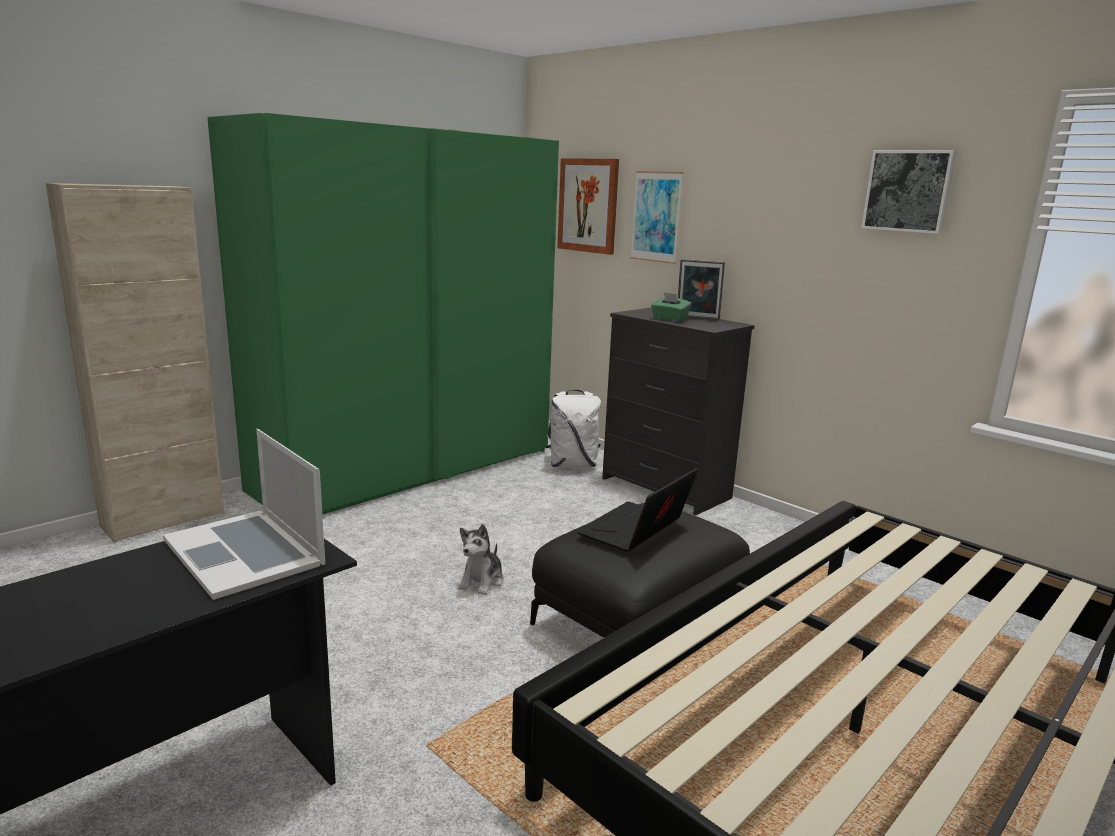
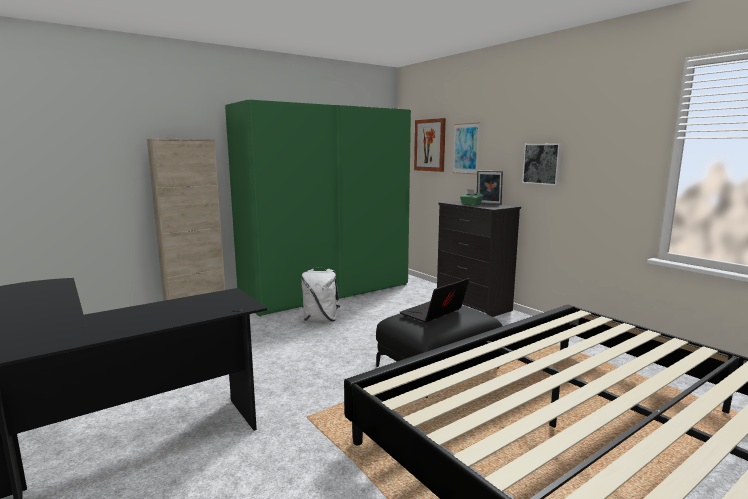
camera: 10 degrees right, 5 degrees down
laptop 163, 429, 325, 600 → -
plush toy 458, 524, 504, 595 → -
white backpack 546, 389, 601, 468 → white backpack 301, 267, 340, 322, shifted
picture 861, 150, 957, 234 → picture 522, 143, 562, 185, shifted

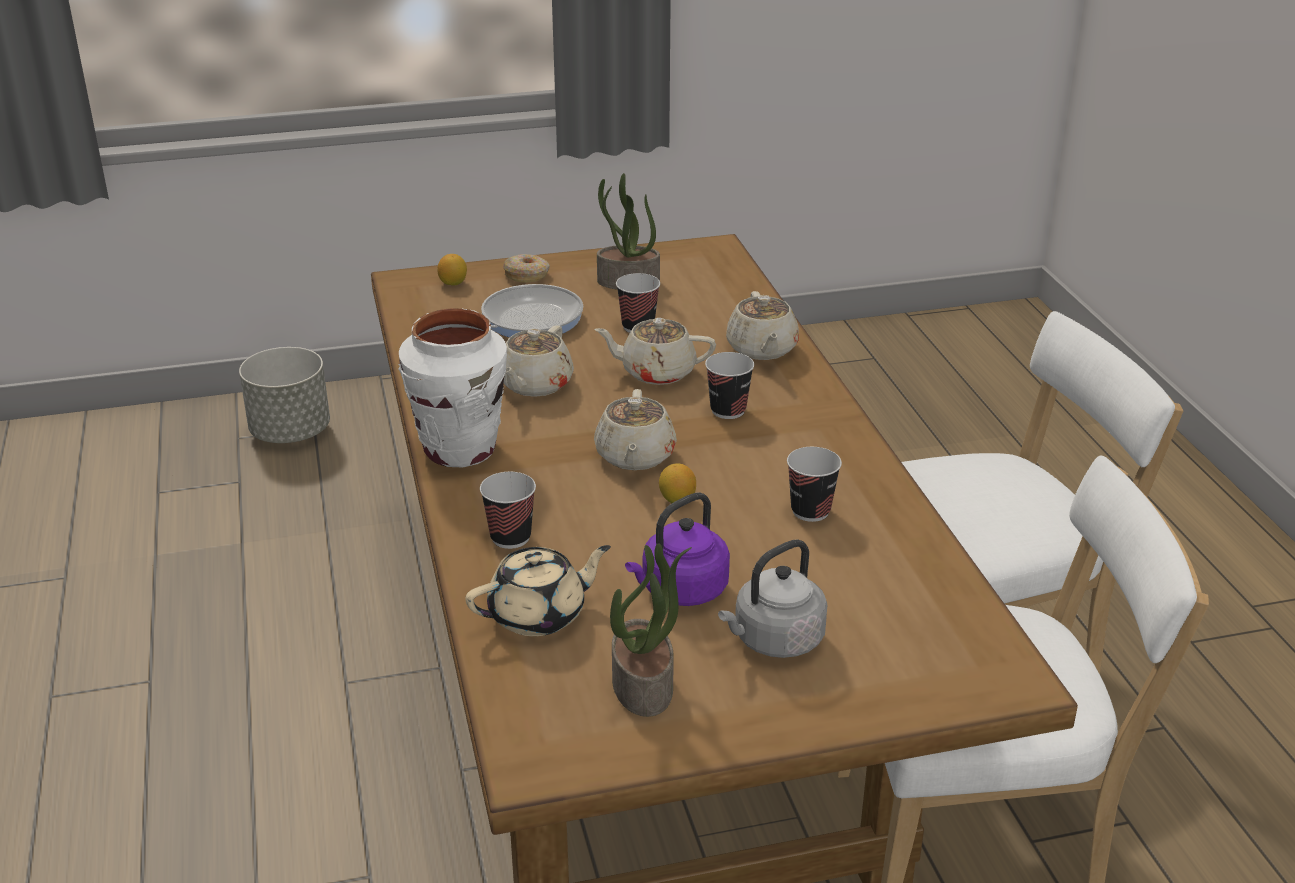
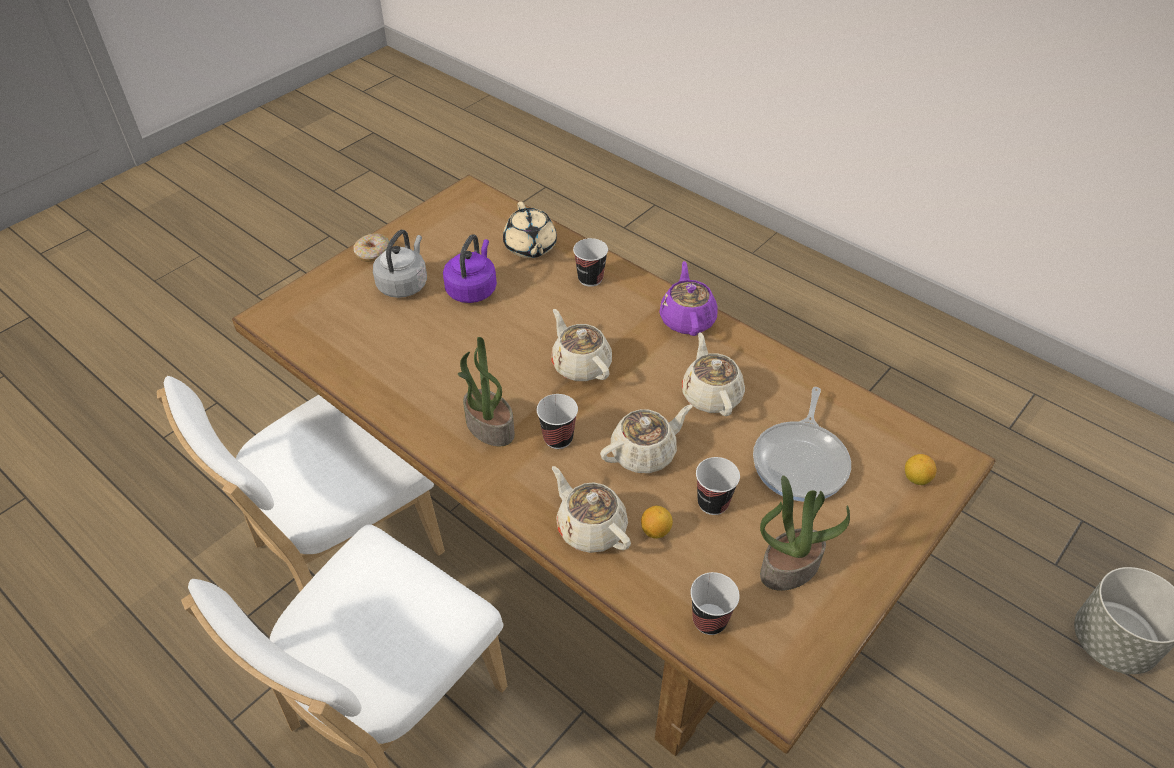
camera: 145 degrees right, 15 degrees up
white vase 398, 308, 507, 467 → purple teapot 659, 261, 718, 336
beige teapot 465, 545, 611, 636 → beige teapot 503, 202, 557, 258, 45 degrees counterclockwise
donut 503, 254, 550, 283 → donut 353, 233, 389, 262, shifted
potted plant 610, 544, 692, 717 → potted plant 458, 337, 515, 446, shifted
lemon 659, 464, 696, 503 → lemon 641, 506, 673, 539, shifted
cup 787, 447, 842, 522 → cup 690, 572, 740, 635, shifted

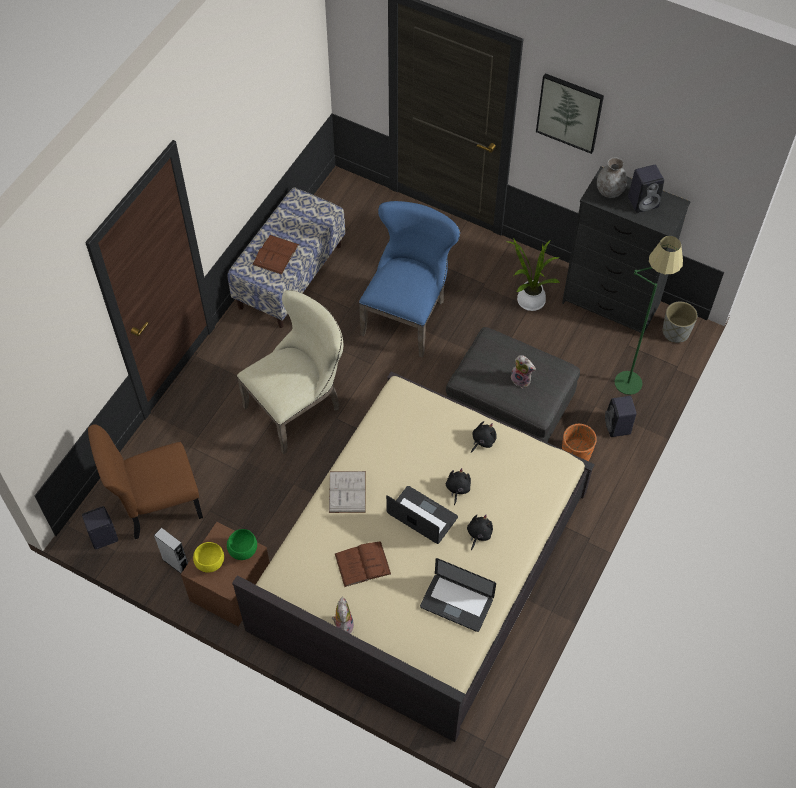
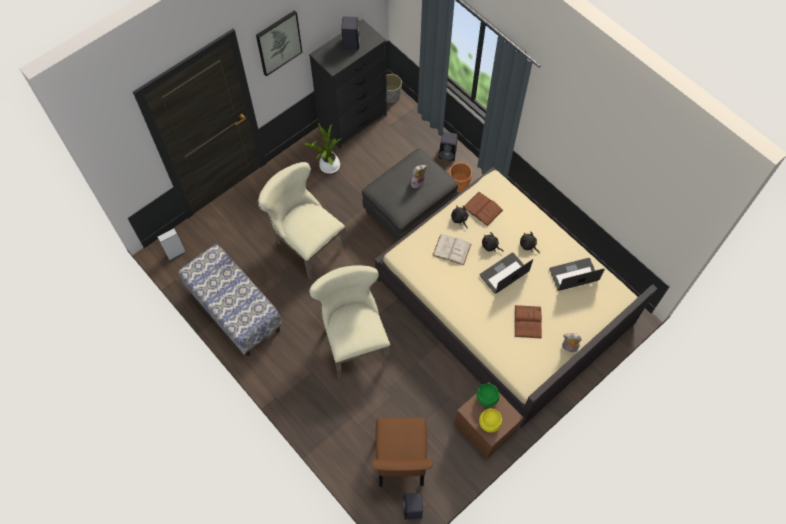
camera: 70 degrees left, 5 degrees up
grey speaker 154, 528, 188, 574 → grey speaker 157, 228, 186, 261, shifted
brown book 252, 235, 299, 275 → brown book 464, 192, 503, 226, shifted
white book 329, 471, 366, 513 → white book 432, 234, 471, 265, shifted
blue chair 359, 201, 460, 358 → beige chair 258, 162, 347, 280
laptop 420, 558, 496, 632 → laptop 549, 258, 605, 291, 150 degrees counterclockwise
grey vase 597, 157, 627, 198 → -
green floor lamp 614, 236, 683, 395 → -

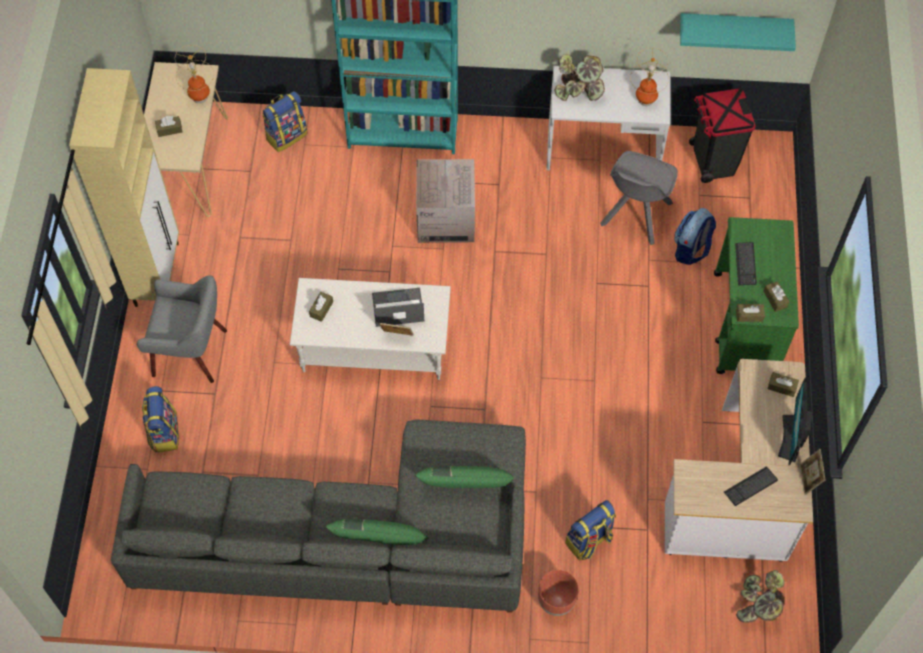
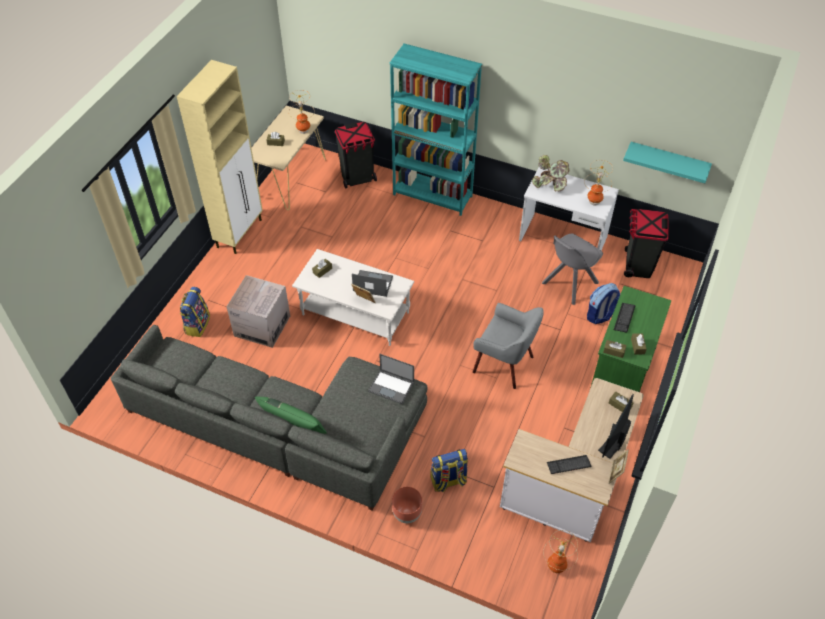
camera: 20 degrees right, 10 degrees down
grey armchair 137, 275, 227, 383 → grey armchair 473, 303, 544, 389, shifted
backpack 262, 91, 307, 152 → black trash can 335, 122, 377, 188
green pillow 415, 466, 514, 488 → -
cardboard box 416, 159, 475, 243 → cardboard box 227, 275, 290, 348, shifted
potted plant 736, 570, 785, 623 → table lamp 543, 530, 578, 574
- → laptop 368, 354, 414, 405

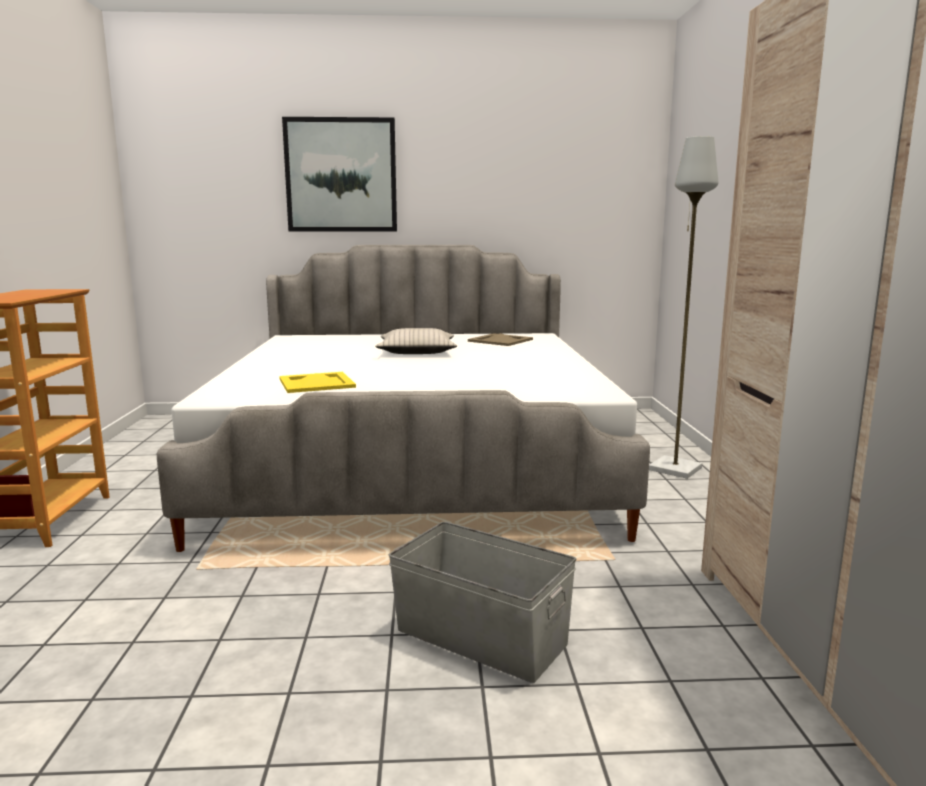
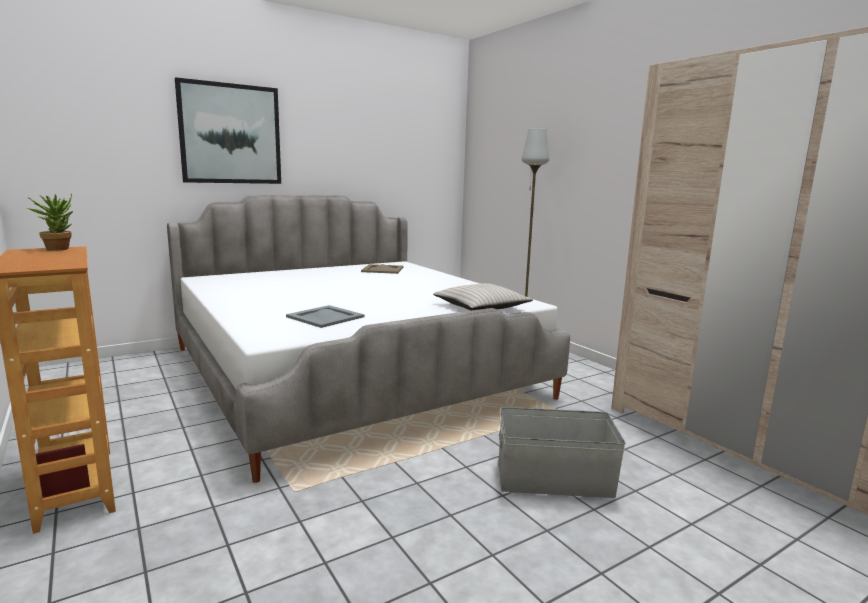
camera: 30 degrees left, 0 degrees up
yellow tray 279, 372, 356, 393 → grey tray 286, 305, 364, 328
beige pillow 375, 328, 457, 354 → beige pillow 433, 283, 533, 311, shifted
- → potted plant 26, 194, 73, 251

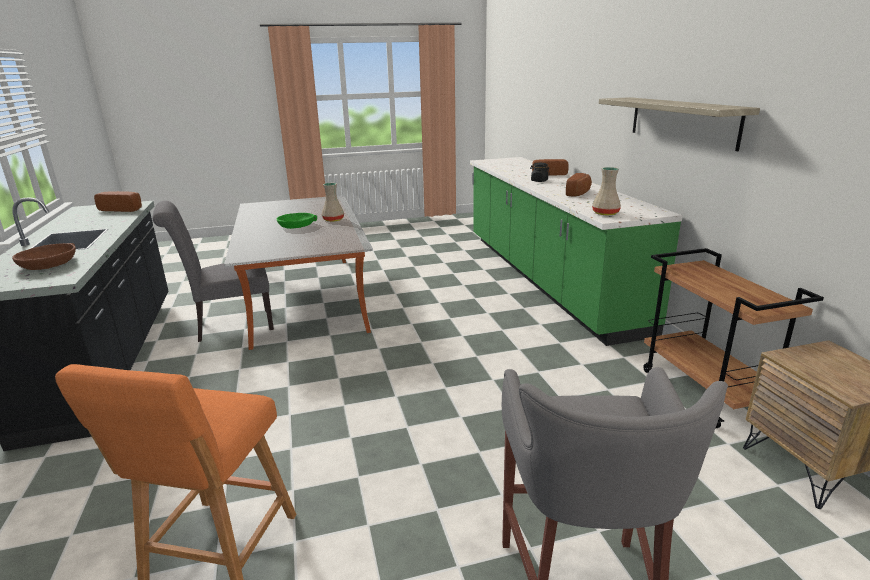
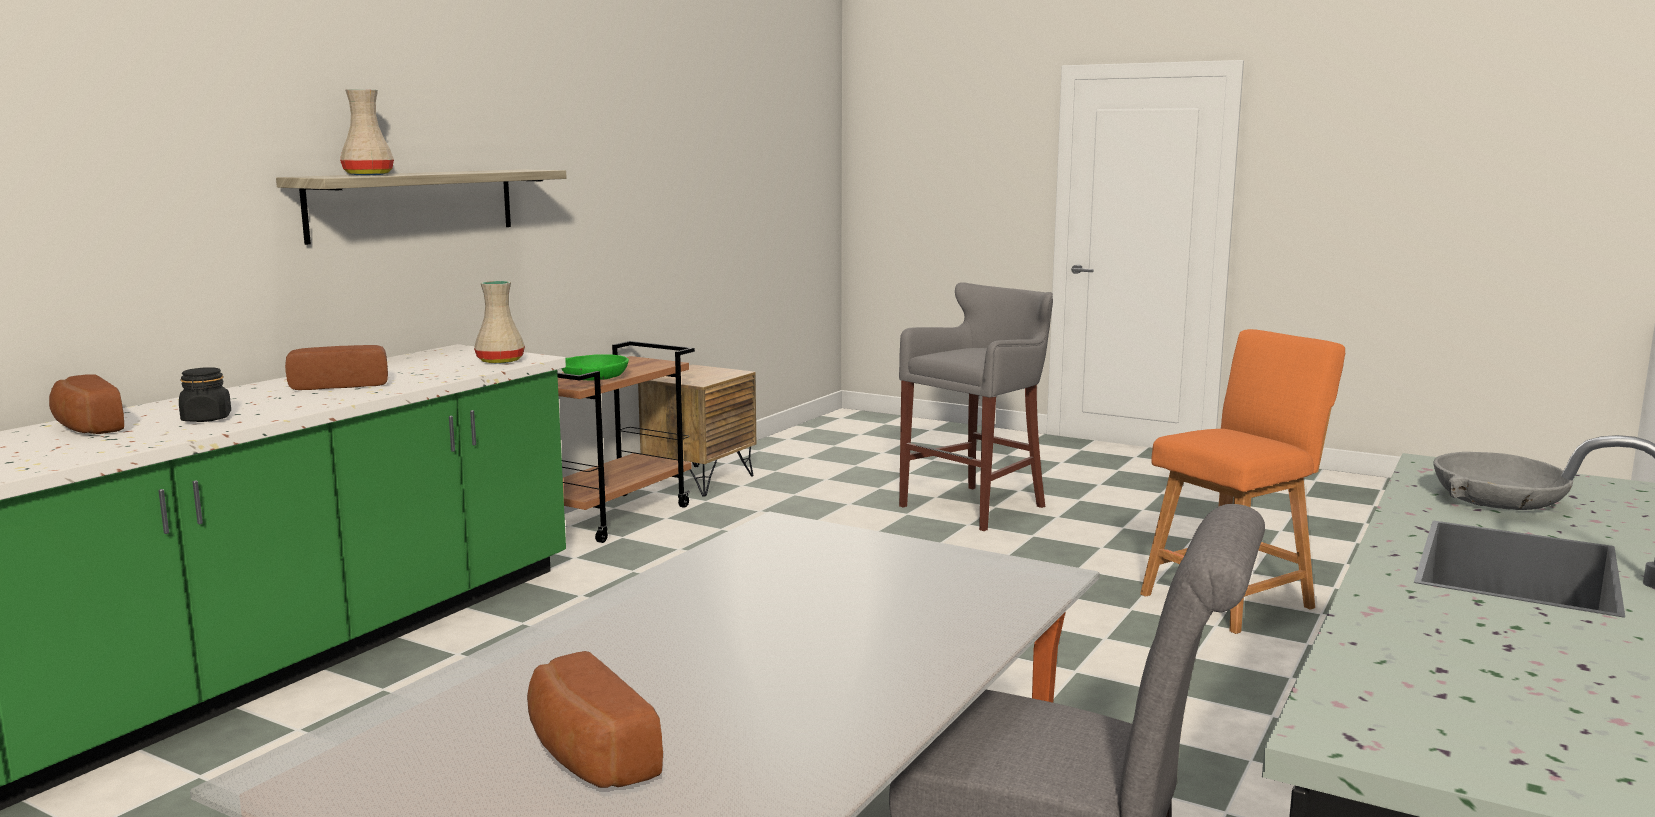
camera: 135 degrees left, 10 degrees down
brown bowl 12, 243, 76, 270 → grey bowl 1433, 452, 1573, 510
bread 94, 191, 142, 212 → bread 527, 651, 663, 788, shifted
green bowl 277, 213, 317, 229 → green bowl 561, 354, 629, 381, shifted
beige vase 322, 183, 344, 222 → beige vase 340, 89, 394, 175, shifted

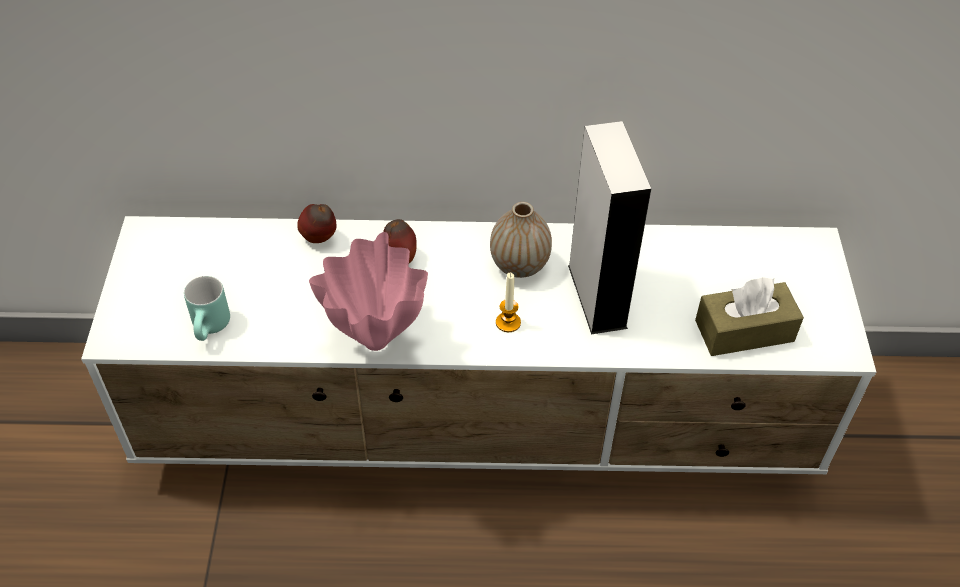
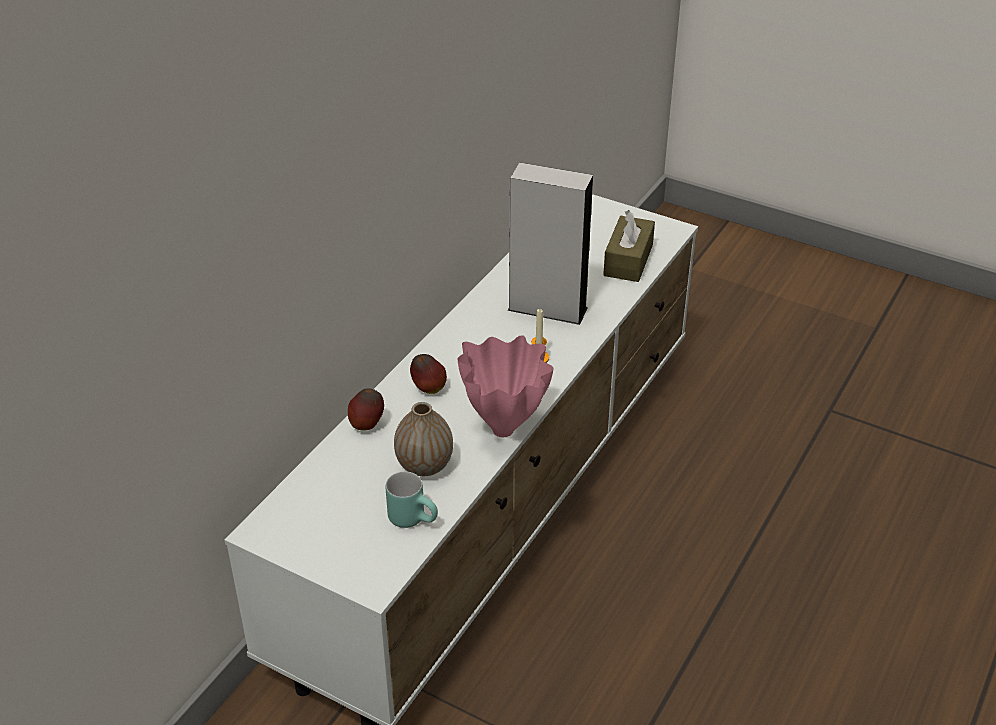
camera: 60 degrees left, 10 degrees down
vase 490, 202, 552, 278 → vase 394, 402, 453, 476, shifted

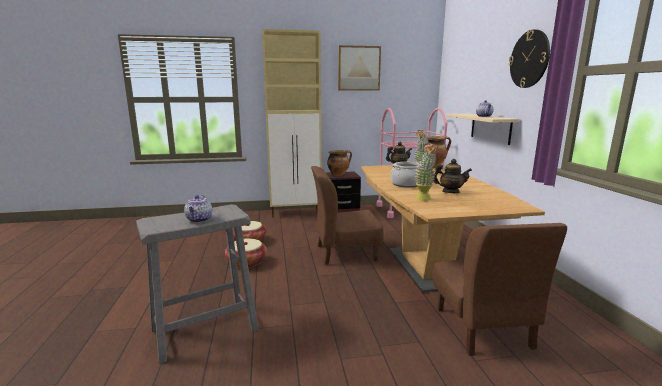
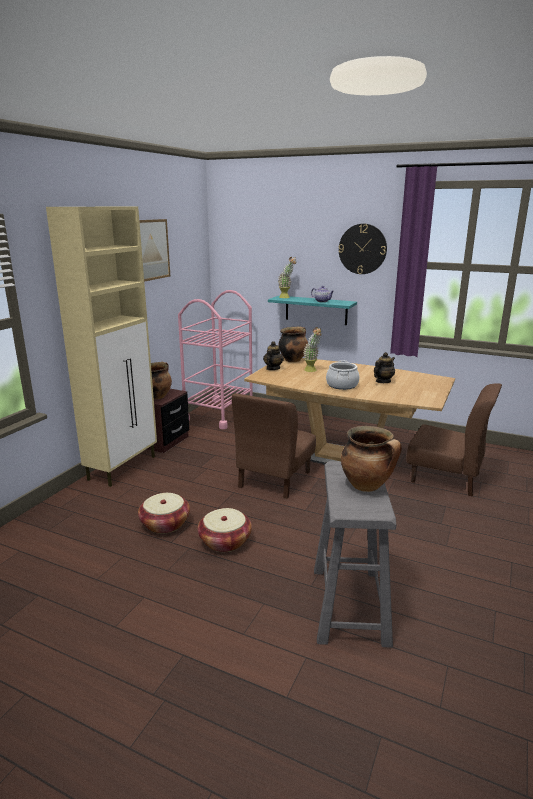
camera: 55 degrees left, 5 degrees up
teapot 184, 195, 212, 223 → cooking pot 341, 426, 402, 492
potted plant 414, 143, 437, 201 → potted plant 278, 257, 296, 298, shifted
beige shelf 447, 114, 520, 145 → turquoise shelf 268, 296, 357, 325

